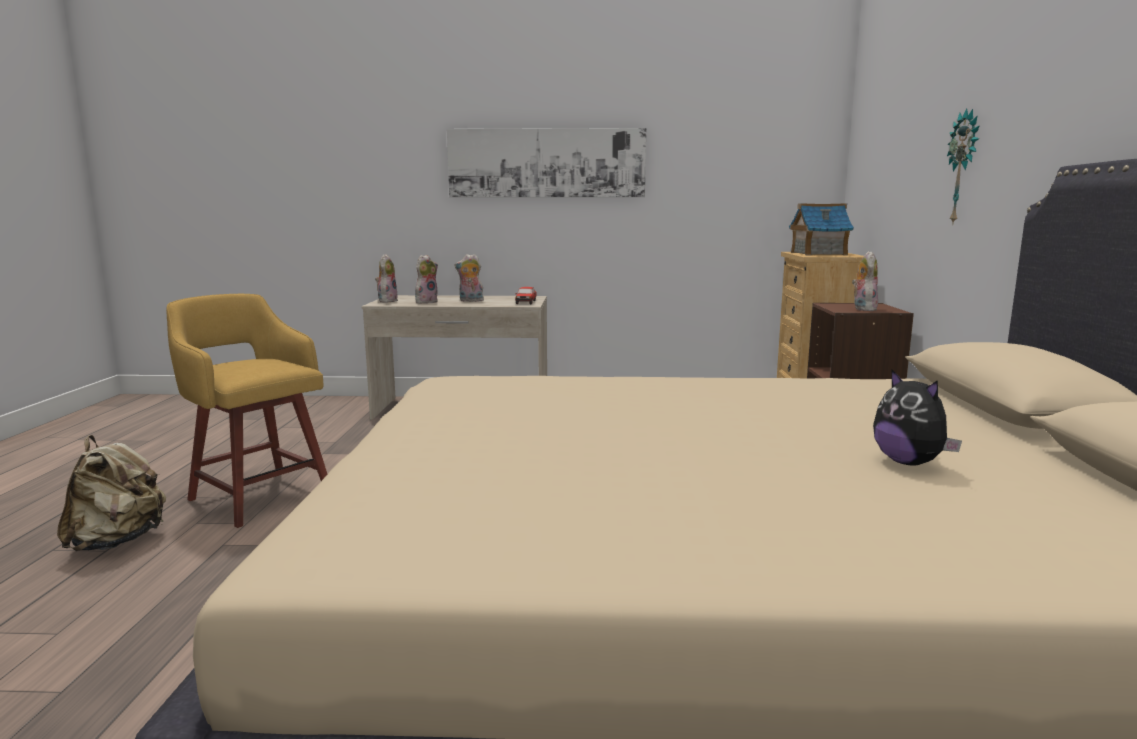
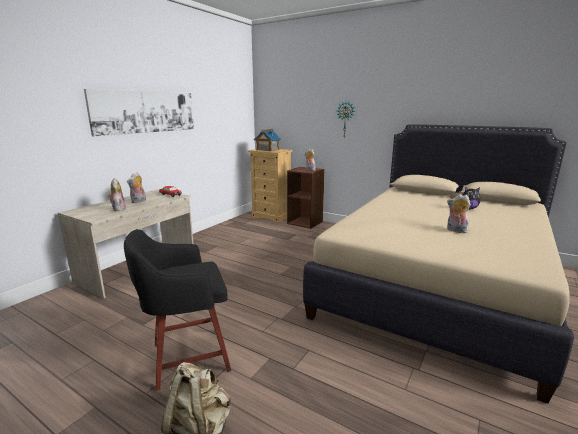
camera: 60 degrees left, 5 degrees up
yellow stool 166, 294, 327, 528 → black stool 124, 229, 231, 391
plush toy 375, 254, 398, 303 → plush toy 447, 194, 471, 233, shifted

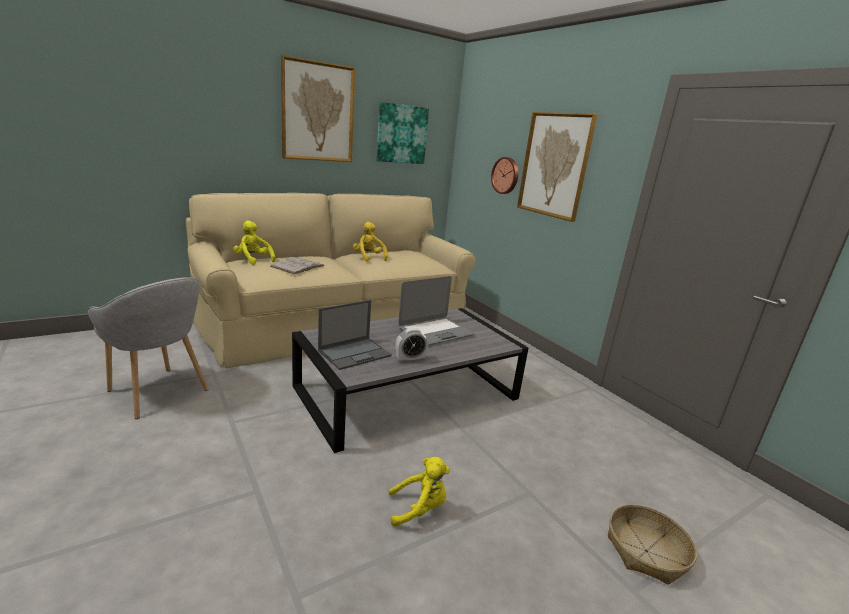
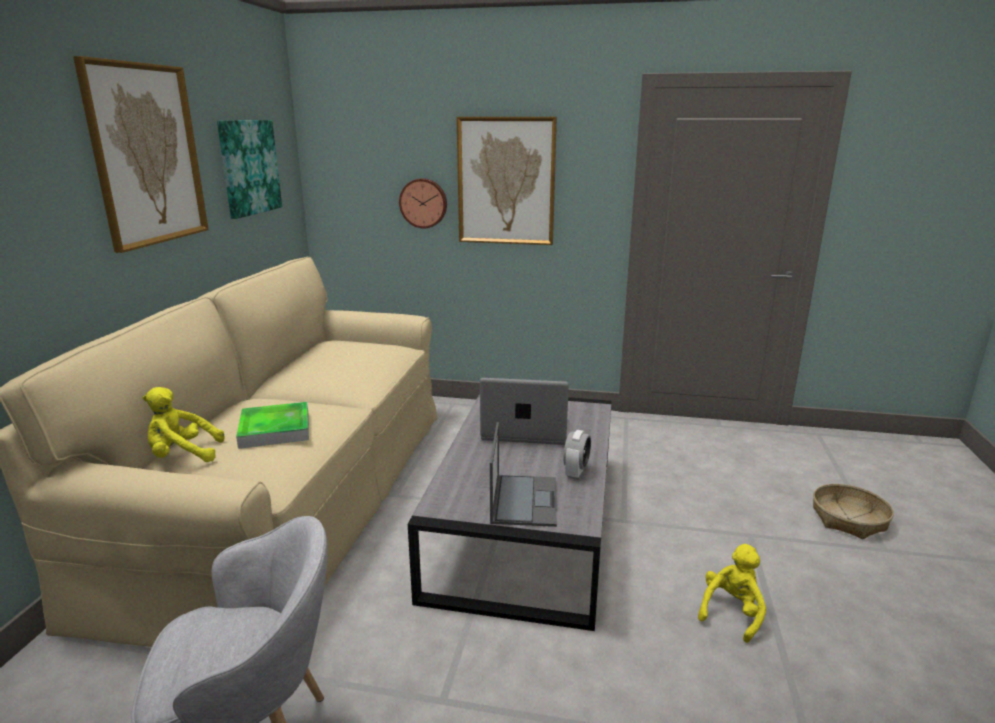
camera: 45 degrees left, 0 degrees up
white book 270, 257, 325, 274 → tray 236, 402, 309, 449
yellow plush toy 353, 222, 388, 262 → -
laptop 398, 276, 474, 345 → laptop 480, 378, 569, 445, 90 degrees counterclockwise

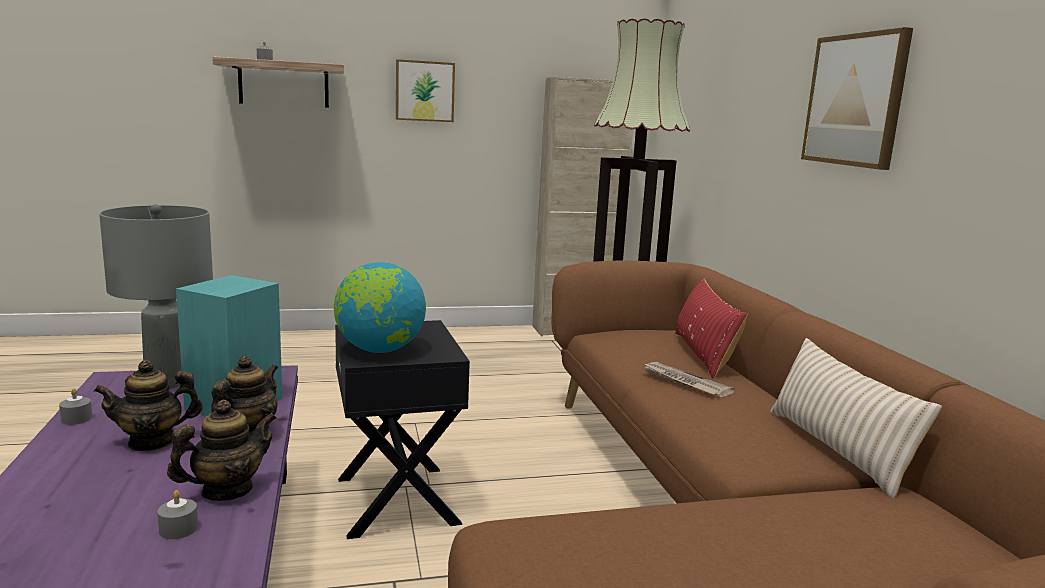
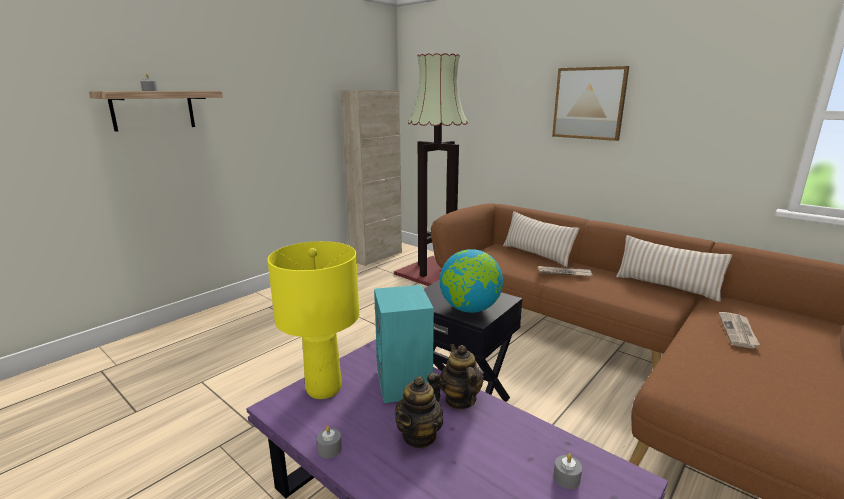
camera: 35 degrees left, 5 degrees up
grey table lamp 99, 204, 213, 389 → yellow table lamp 267, 241, 359, 399
teapot 167, 399, 277, 501 → -
picture 396, 59, 455, 122 → -
red pillow 675, 278, 748, 379 → beige pillow 503, 211, 579, 267
- → newspaper 719, 312, 760, 349

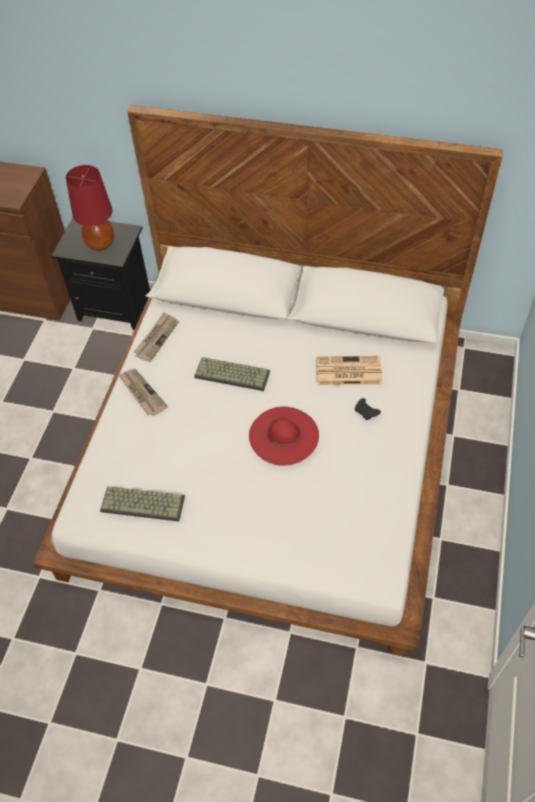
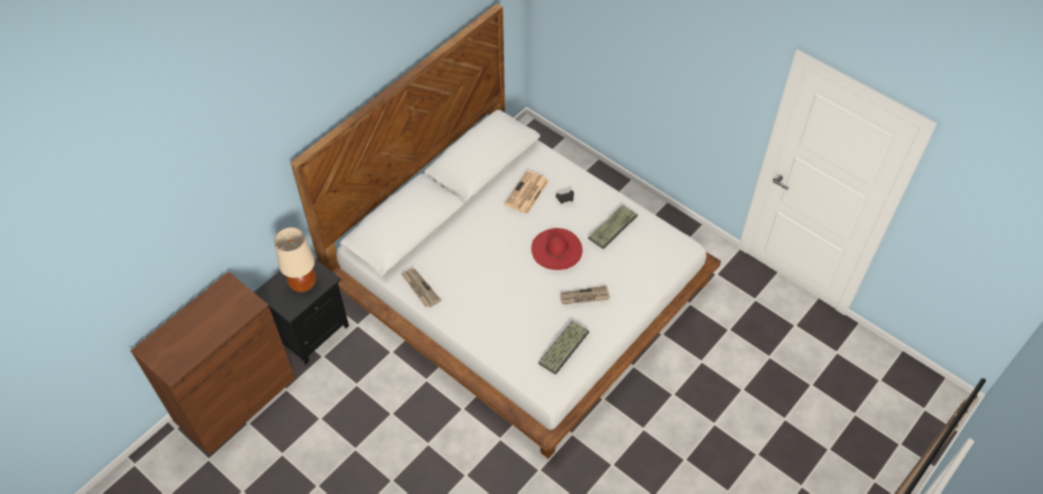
camera: 65 degrees left, 0 degrees up
red table lamp 66, 165, 114, 251 → beige table lamp 274, 227, 316, 292
newspaper 118, 369, 168, 416 → newspaper 560, 286, 610, 305, shifted
keyboard 194, 357, 270, 391 → keyboard 588, 205, 638, 249, shifted

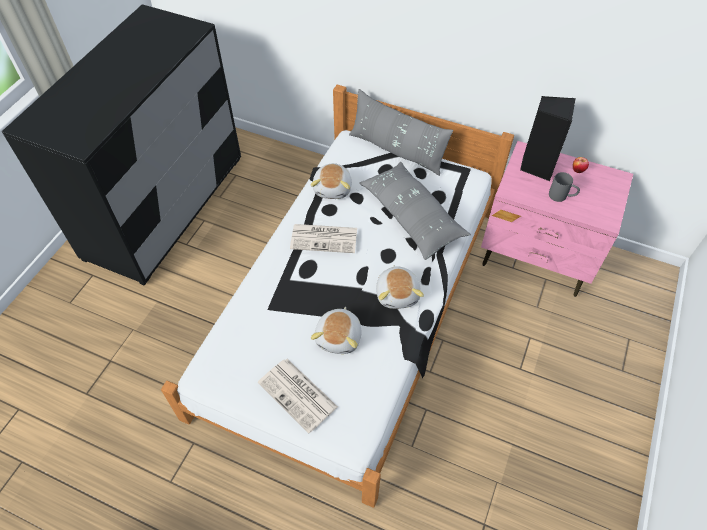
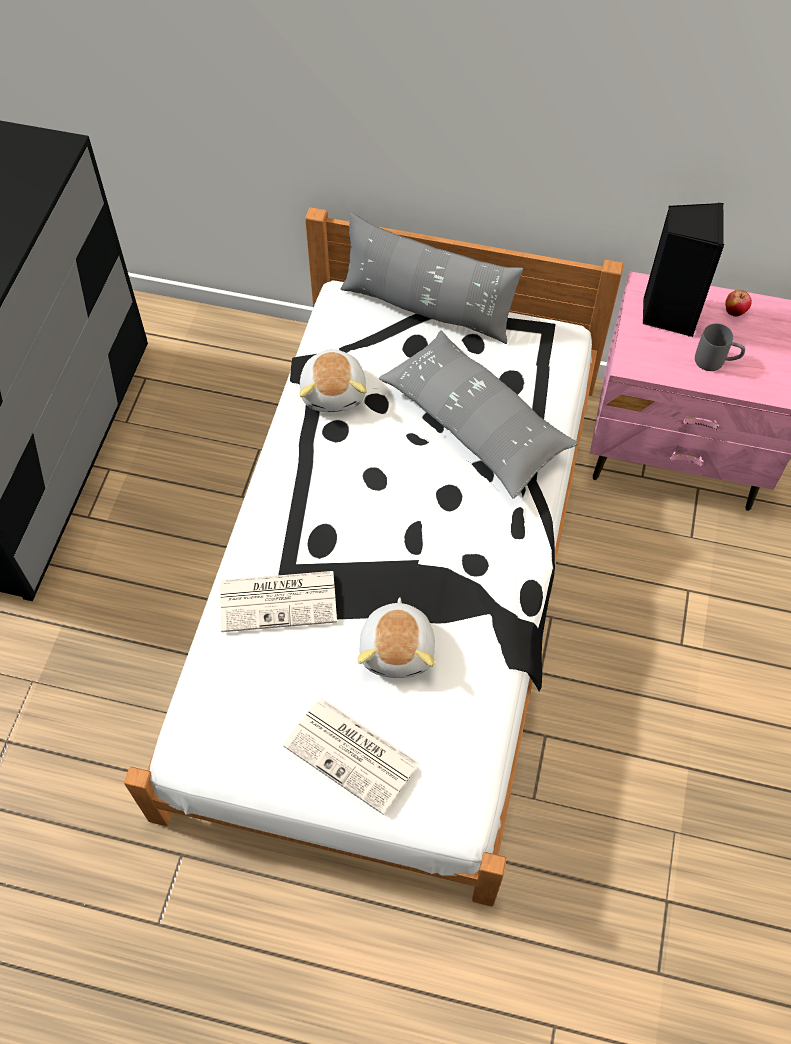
camera: 10 degrees left, 5 degrees up
newspaper 290, 224, 357, 253 → newspaper 220, 571, 337, 632, shifted
plush toy 376, 265, 424, 309 → -

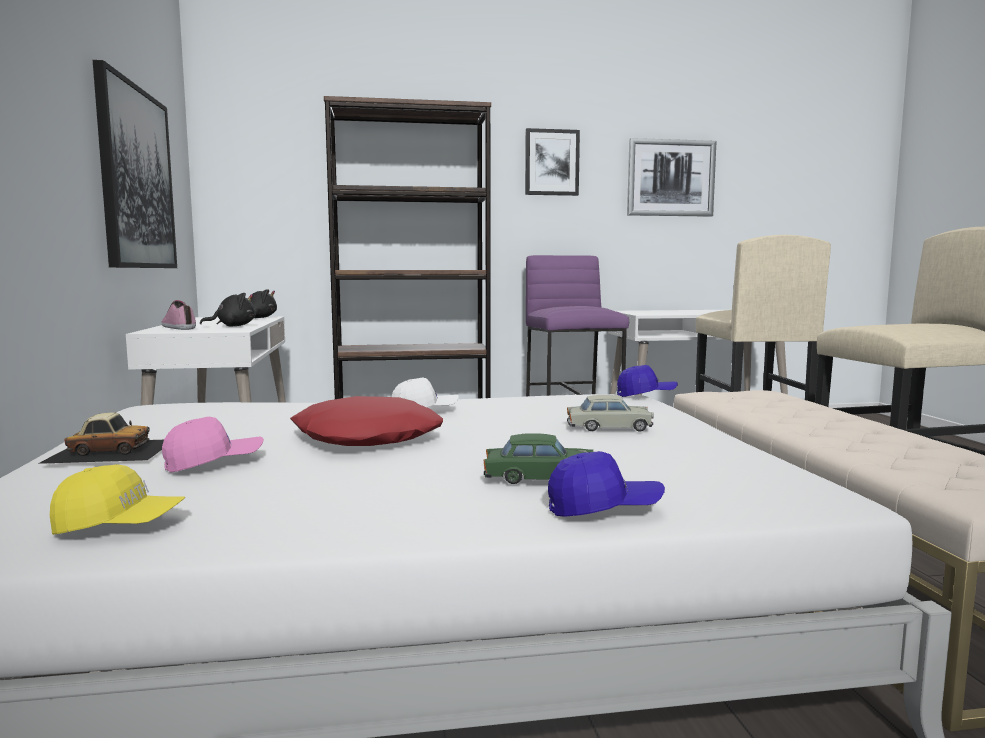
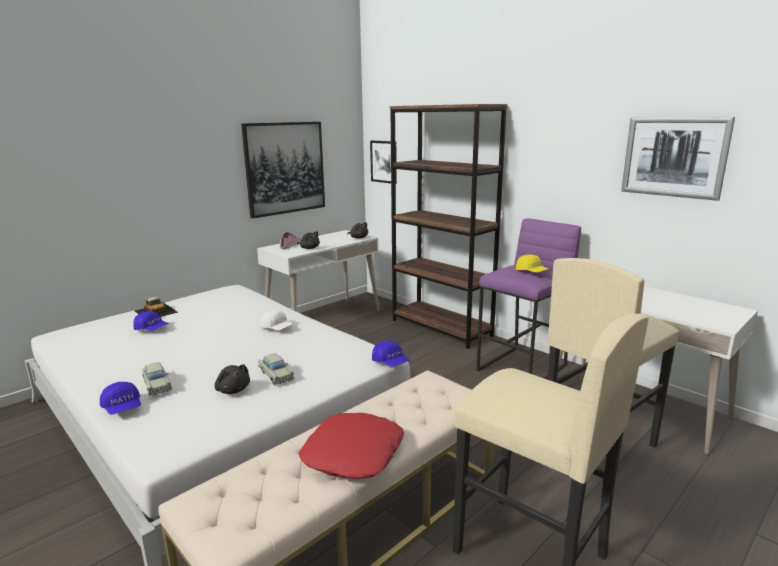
camera: 55 degrees right, 10 degrees up
yellow cap 50, 464, 185, 535 → yellow cap 516, 254, 550, 272, shifted
pink cap 162, 417, 264, 473 → blue cap 133, 311, 169, 331
red pillow 290, 396, 443, 446 → red pillow 299, 413, 404, 479, shifted
green toy car 484, 433, 593, 484 → beige toy car 142, 362, 172, 395
picture 525, 128, 580, 196 → picture 370, 141, 397, 184, shifted
- → black plush toy 214, 365, 250, 394

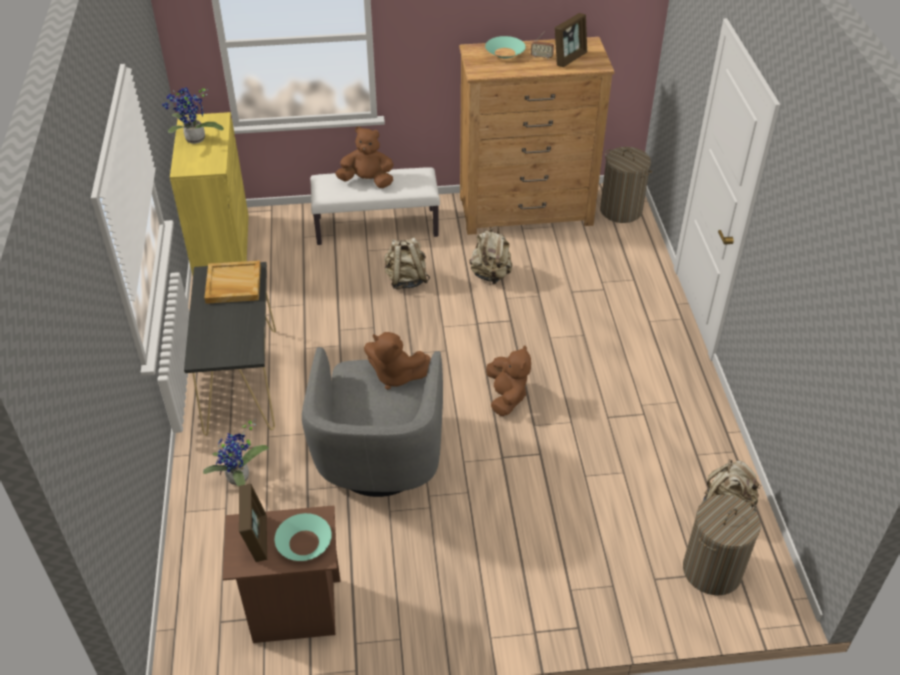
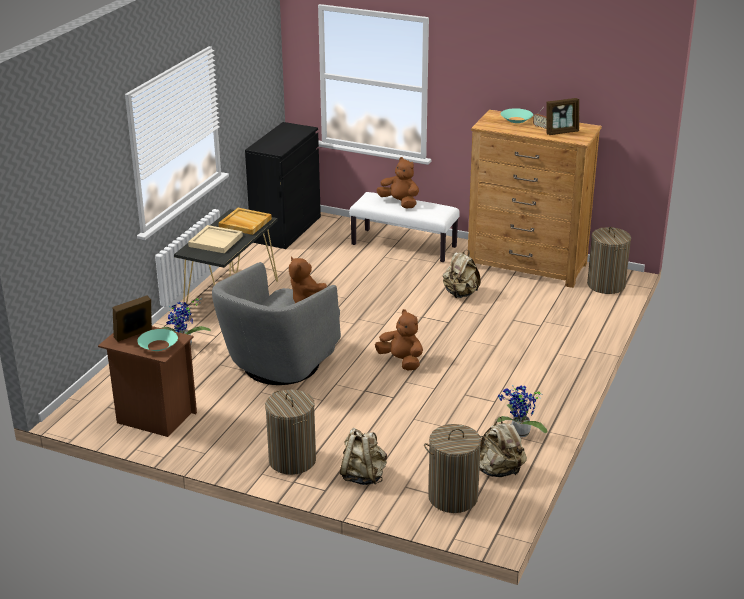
camera: 30 degrees right, 15 degrees down
potted plant 162, 87, 224, 144 → potted plant 497, 385, 548, 437, shifted
yellow cabinet 170, 112, 249, 275 → black cabinet 245, 122, 321, 249
picture frame 239, 483, 267, 562 → picture frame 113, 296, 152, 342, 150 degrees counterclockwise
beige backpack 384, 237, 430, 289 → beige backpack 340, 428, 387, 485, shifted
brown plush toy 486, 345, 531, 416 → brown plush toy 375, 309, 423, 370, 75 degrees counterclockwise
- → beige tray 188, 225, 243, 253
- → laundry basket 265, 390, 316, 475

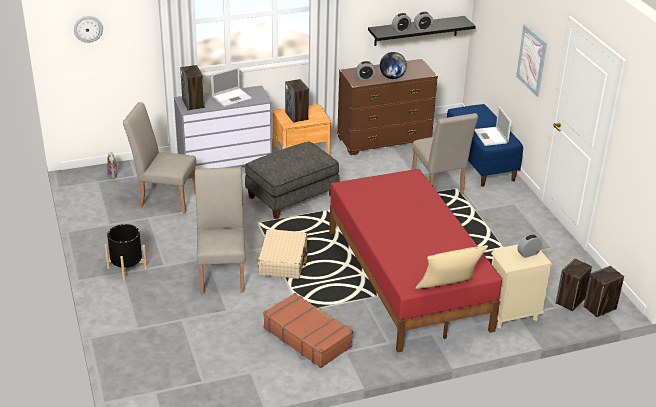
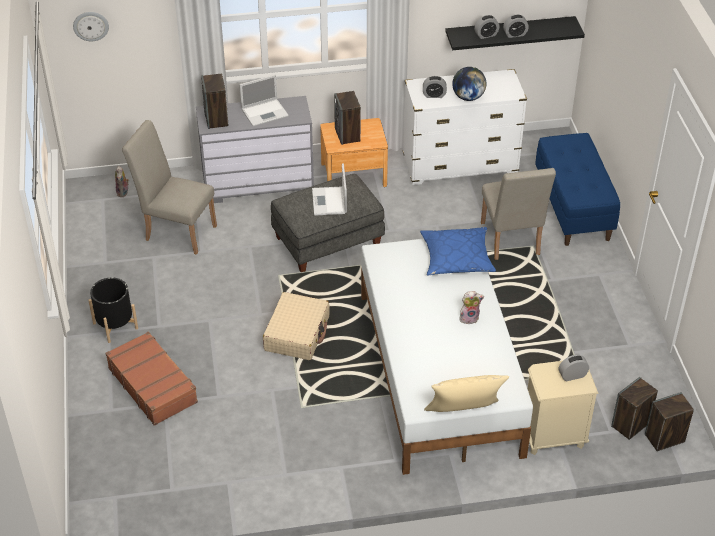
camera: 10 degrees right, 10 degrees up
beige chair 195, 167, 245, 294 → -
brown suitcase 263, 293, 353, 368 → brown suitcase 105, 332, 198, 426, shifted
red bed 329, 169, 502, 353 → white bed 361, 239, 533, 475
brown dresser 337, 59, 438, 155 → white dresser 403, 69, 527, 185
laptop 475, 106, 512, 146 → laptop 312, 163, 347, 216, shifted
picture 516, 24, 547, 97 → -
- → blue pillow 420, 227, 496, 275
- → plush toy 459, 291, 484, 324

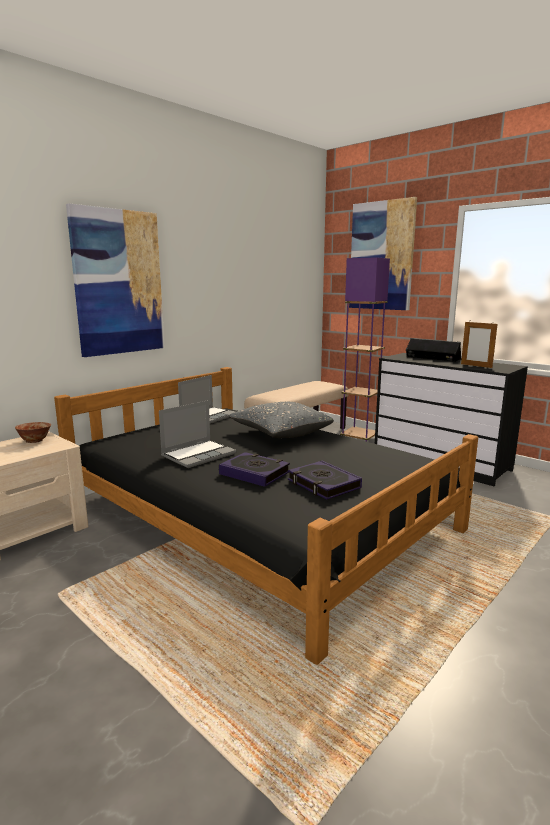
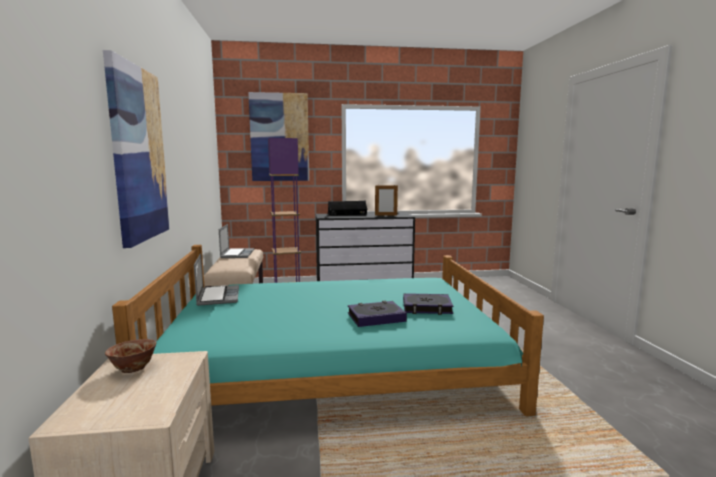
camera: 50 degrees left, 5 degrees down
black bed 54, 367, 478, 665 → turquoise bed 112, 245, 544, 417
laptop 159, 400, 236, 468 → laptop 219, 224, 254, 258, shifted
grey pillow 229, 402, 334, 438 → -

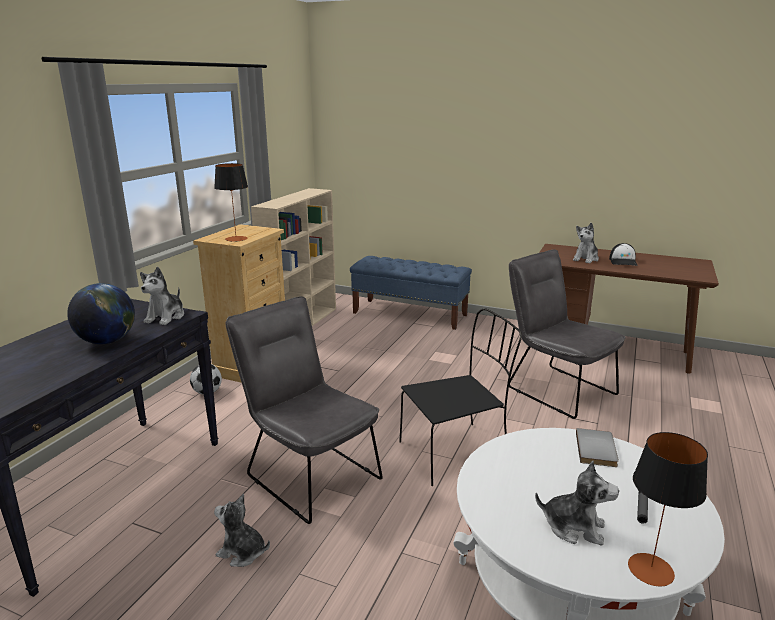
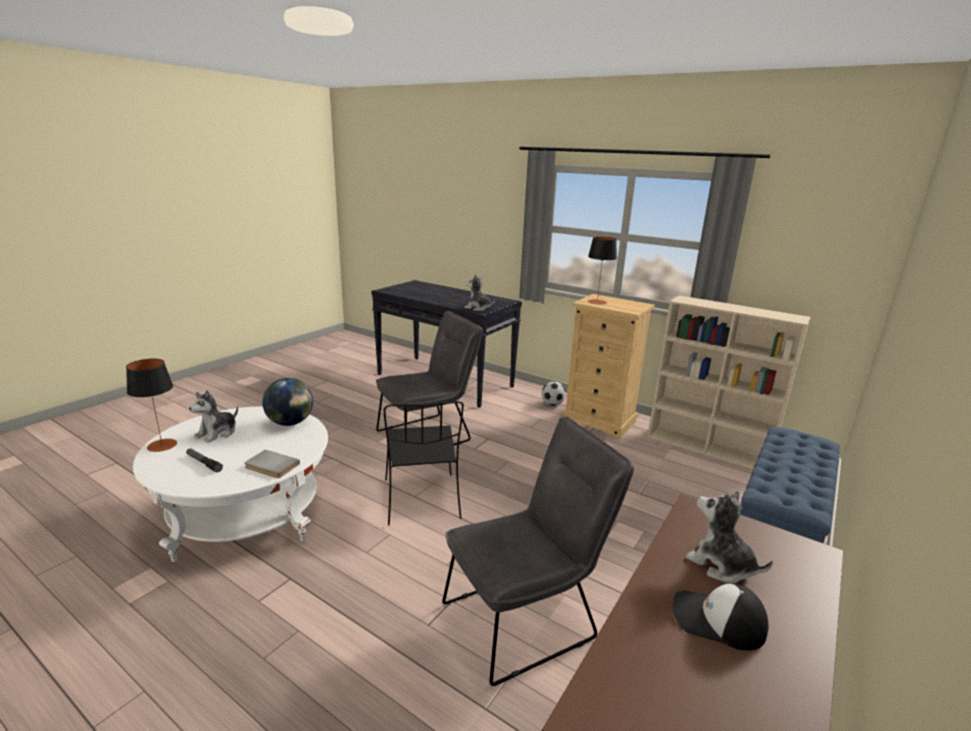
camera: 100 degrees right, 0 degrees up
globe 67, 283, 135, 344 → globe 262, 378, 313, 426, shifted
plush toy 214, 494, 270, 567 → -

